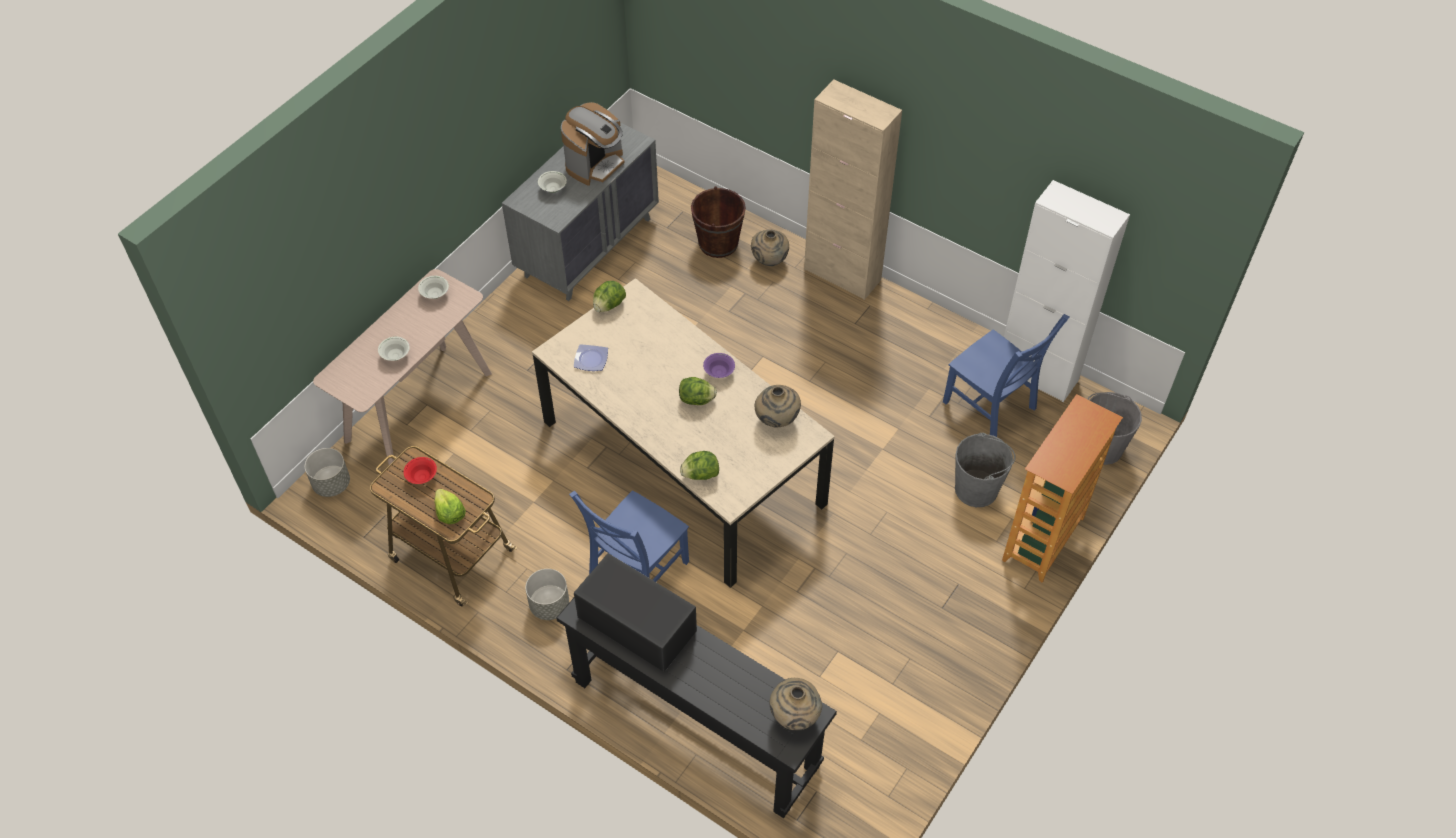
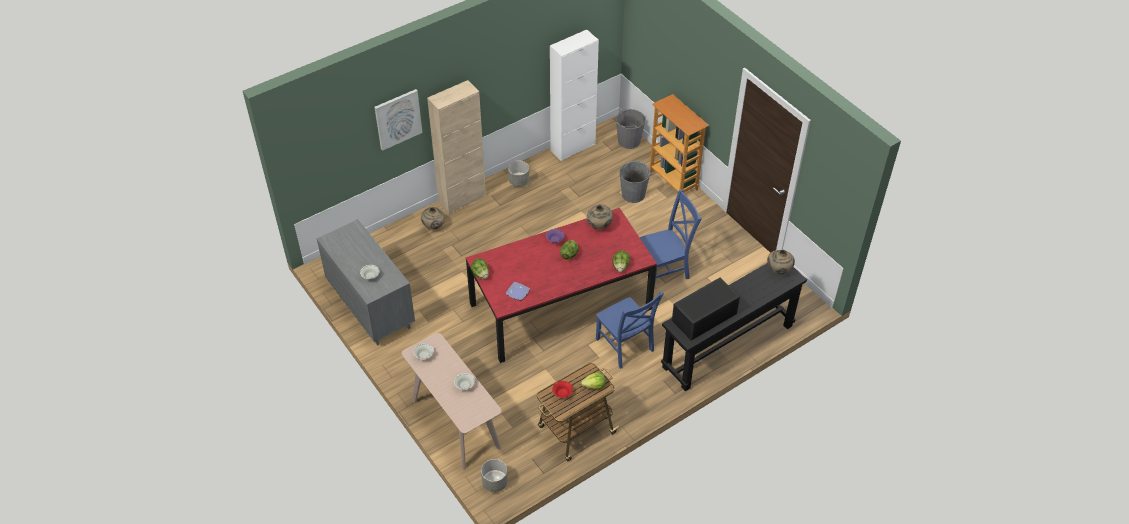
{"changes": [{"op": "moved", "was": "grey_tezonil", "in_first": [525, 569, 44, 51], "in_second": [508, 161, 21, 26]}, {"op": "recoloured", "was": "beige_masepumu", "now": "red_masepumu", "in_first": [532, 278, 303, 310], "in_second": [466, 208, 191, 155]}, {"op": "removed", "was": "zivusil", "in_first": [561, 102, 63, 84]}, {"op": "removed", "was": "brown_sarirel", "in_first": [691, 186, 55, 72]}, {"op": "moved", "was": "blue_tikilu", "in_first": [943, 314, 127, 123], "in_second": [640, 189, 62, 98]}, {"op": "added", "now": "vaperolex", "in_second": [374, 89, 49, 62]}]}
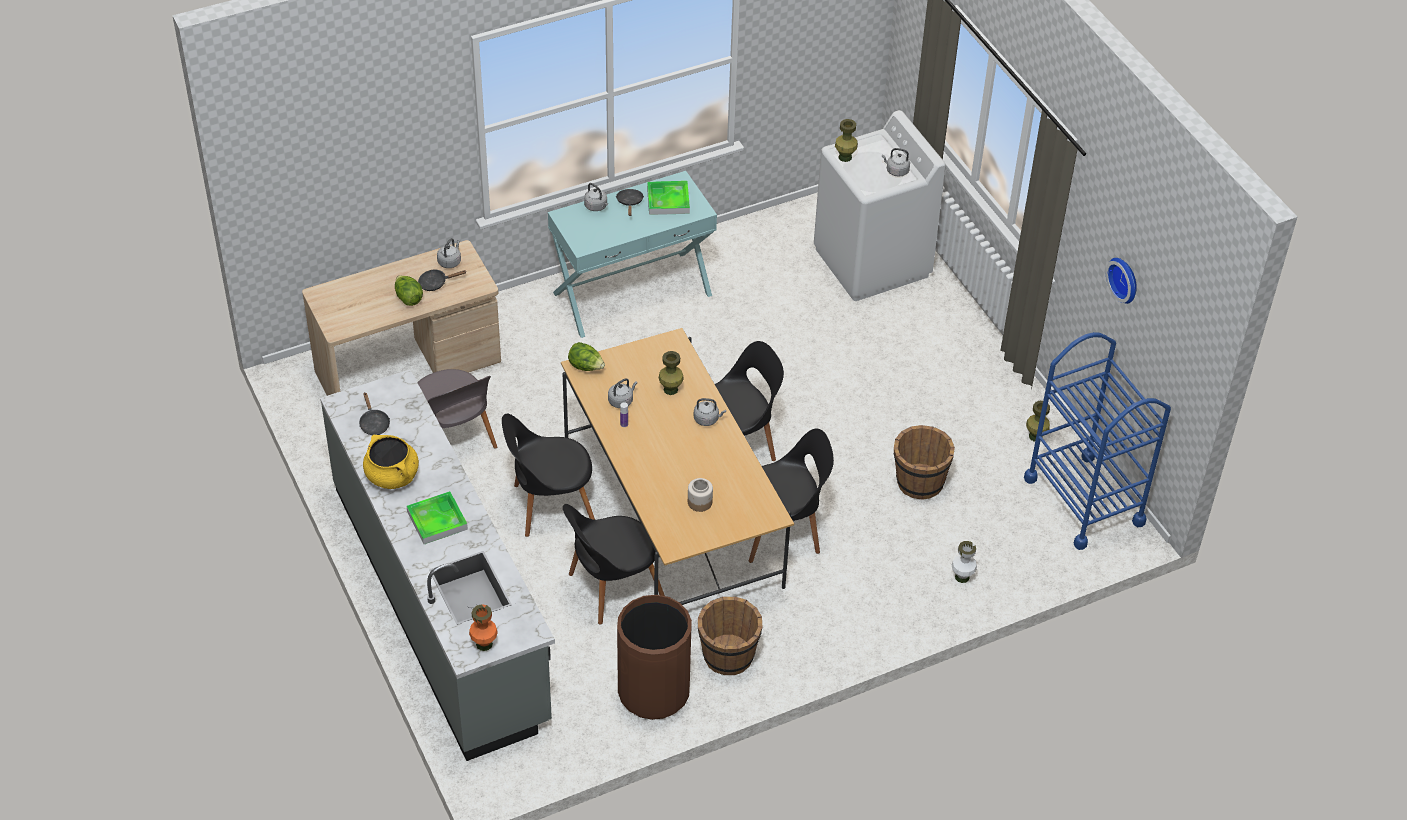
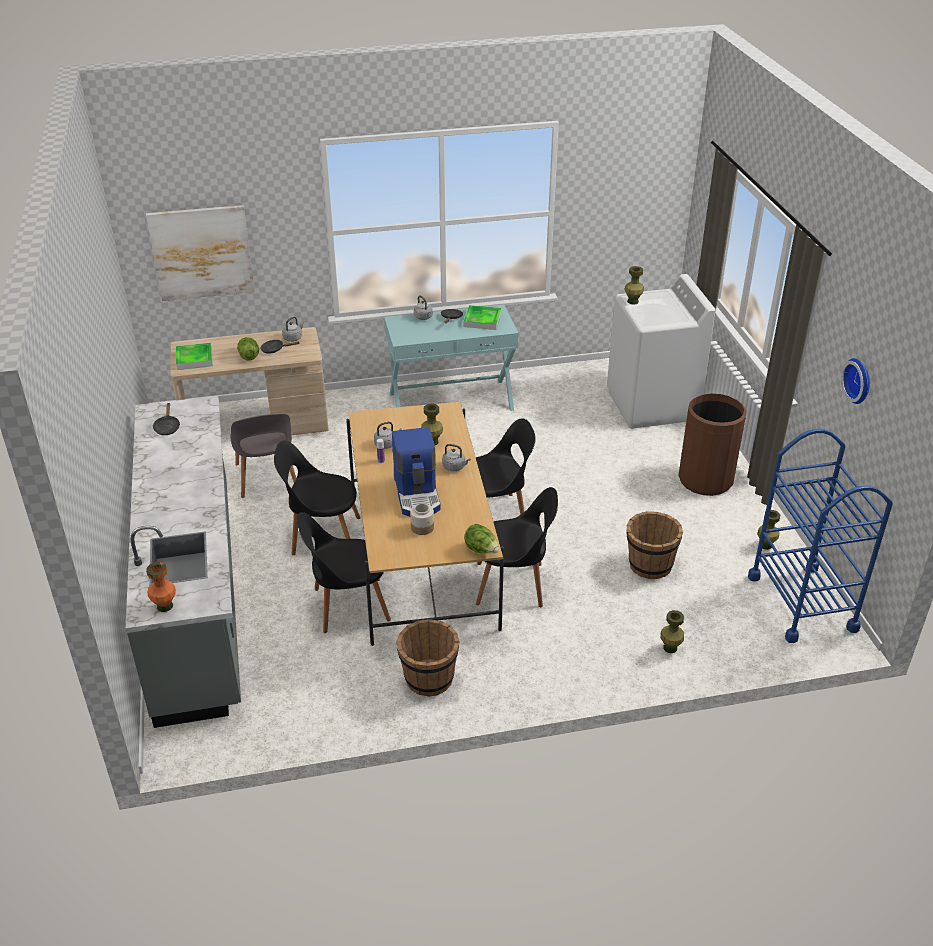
{"changes": [{"op": "removed", "was": "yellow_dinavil", "in_first": [363, 435, 56, 54]}, {"op": "moved", "was": "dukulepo", "in_first": [406, 491, 62, 53], "in_second": [176, 343, 37, 27]}, {"op": "moved", "was": "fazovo", "in_first": [568, 342, 37, 29], "in_second": [464, 524, 35, 30]}, {"op": "moved", "was": "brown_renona", "in_first": [617, 595, 75, 125], "in_second": [678, 394, 69, 102]}, {"op": "removed", "was": "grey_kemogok", "in_first": [882, 148, 28, 28]}, {"op": "recoloured", "was": "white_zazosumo", "now": "green_zazosumo", "in_first": [952, 541, 25, 42], "in_second": [660, 610, 24, 43]}, {"op": "added", "now": "vaperolex", "in_second": [146, 205, 109, 96]}, {"op": "added", "now": "zivusil", "in_second": [392, 427, 49, 90]}]}
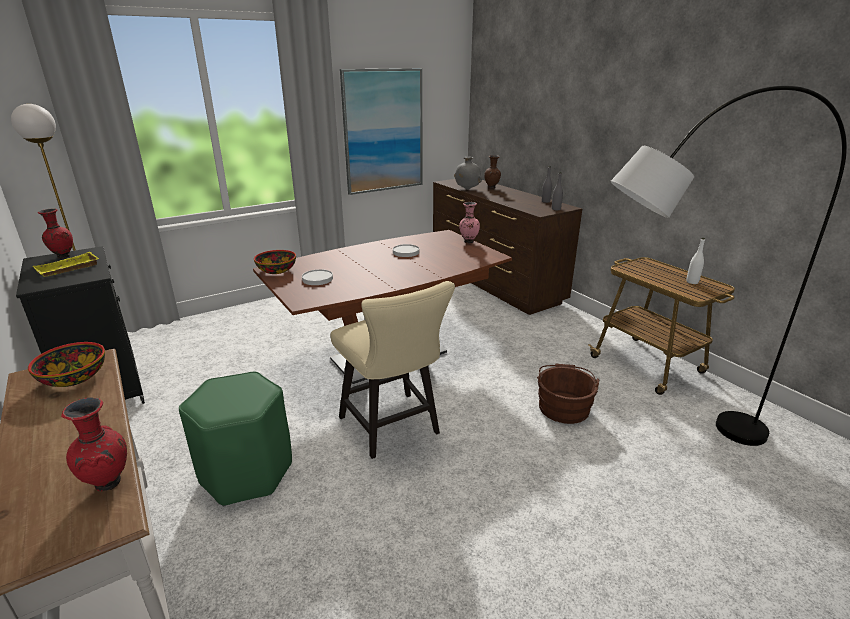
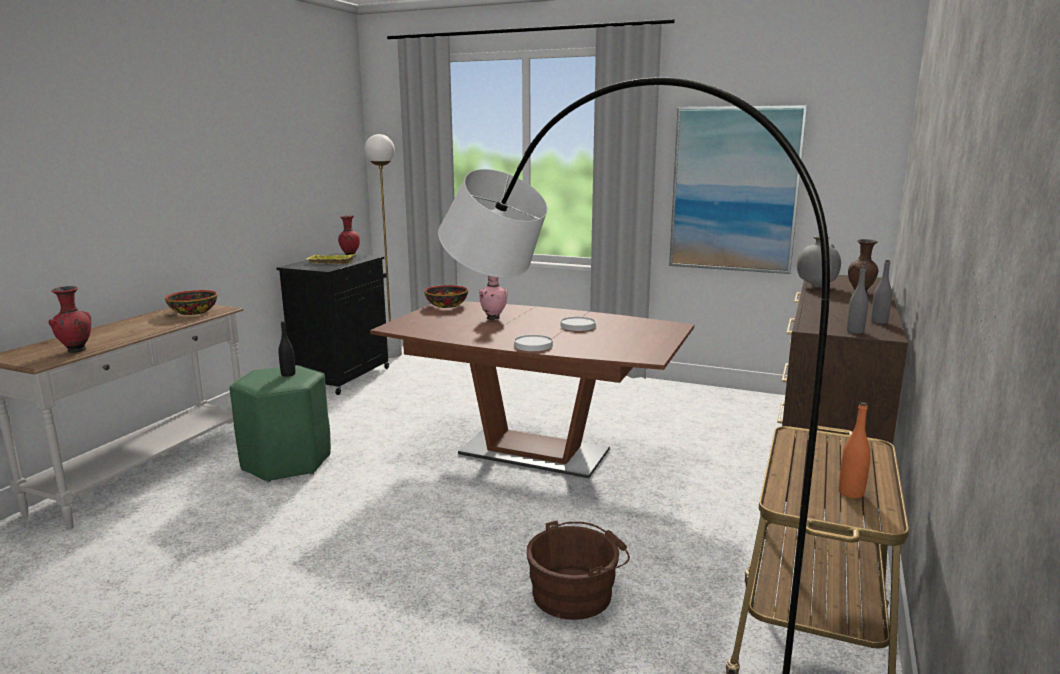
{"changes": [{"op": "moved", "was": "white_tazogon", "in_first": [302, 269, 31, 16], "in_second": [514, 335, 39, 16]}, {"op": "removed", "was": "beige_tikilu", "in_first": [331, 281, 124, 178]}, {"op": "moved", "was": "pink_zazosumo", "in_first": [459, 202, 21, 41], "in_second": [479, 276, 29, 44]}, {"op": "recoloured", "was": "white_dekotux", "now": "orange_dekotux", "in_first": [686, 238, 19, 46], "in_second": [839, 402, 32, 97]}, {"op": "added", "now": "black_dekotux", "in_second": [278, 321, 17, 56]}]}
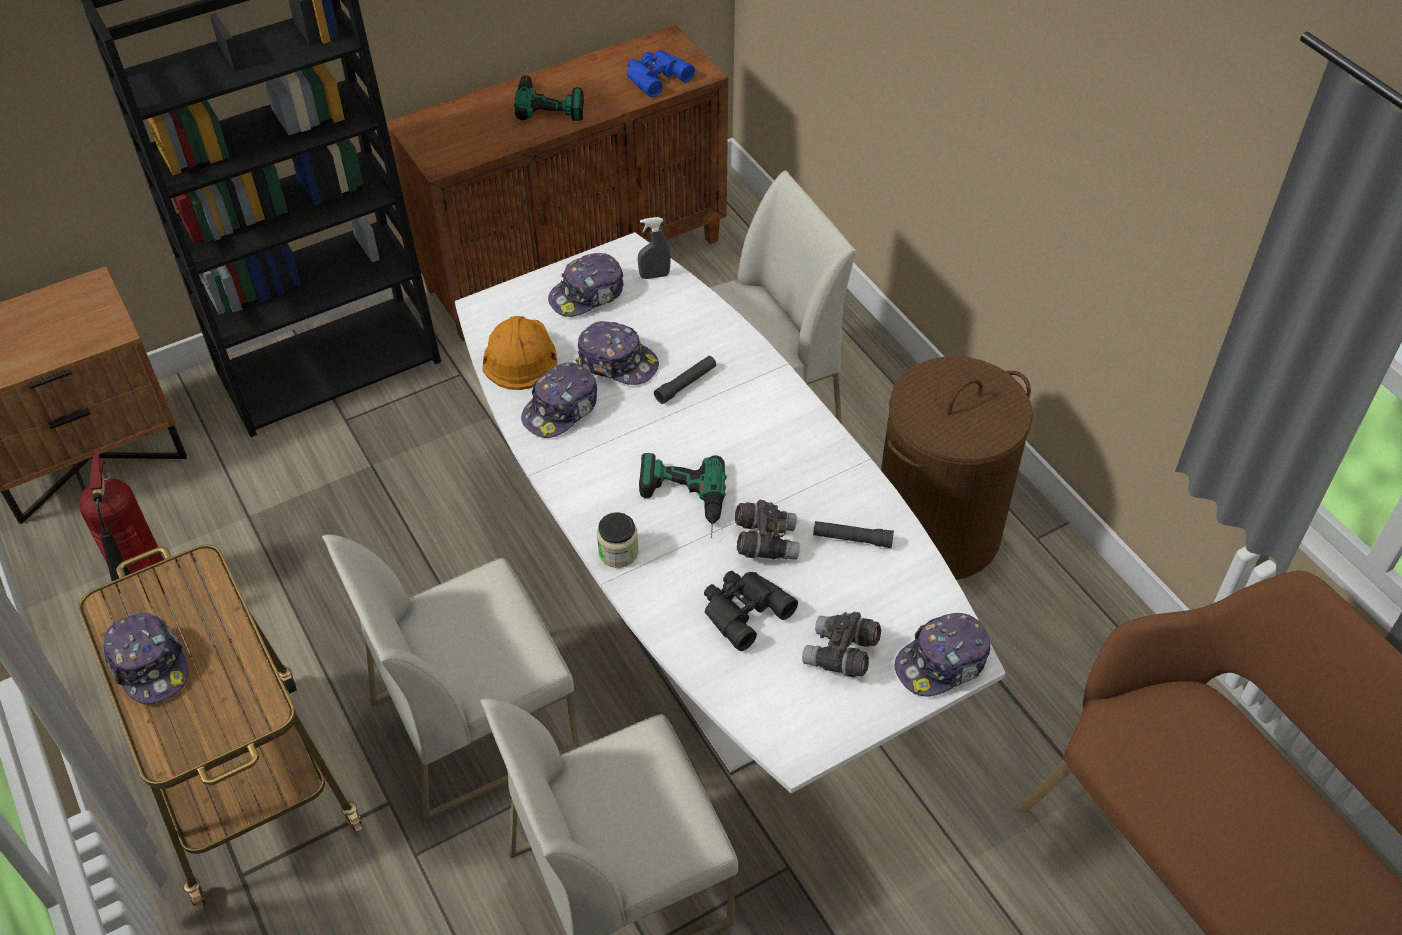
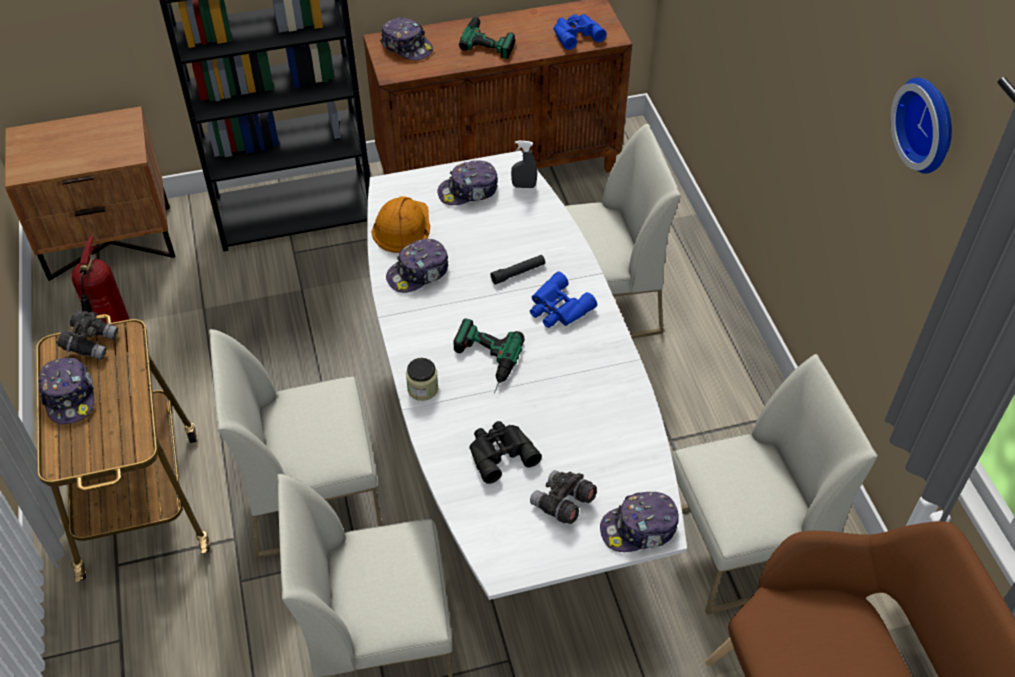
{"changes": [{"op": "moved", "was": "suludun", "in_first": [575, 321, 84, 64], "in_second": [380, 18, 53, 42]}, {"op": "moved", "was": "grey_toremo", "in_first": [735, 499, 65, 61], "in_second": [57, 311, 61, 49]}, {"op": "removed", "was": "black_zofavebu", "in_first": [813, 521, 81, 27]}, {"op": "removed", "was": "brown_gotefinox", "in_first": [881, 356, 152, 224]}, {"op": "added", "now": "blue_toremo", "in_second": [530, 271, 67, 57]}, {"op": "added", "now": "white_tikilu", "in_second": [672, 354, 206, 261]}, {"op": "added", "now": "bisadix", "in_second": [890, 78, 62, 96]}]}
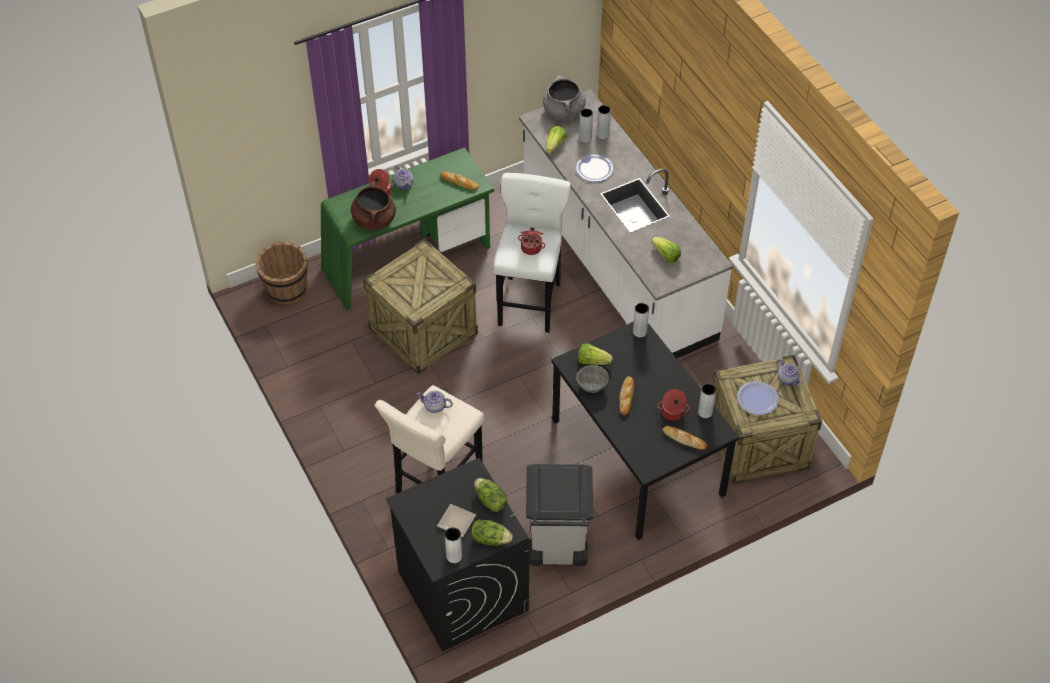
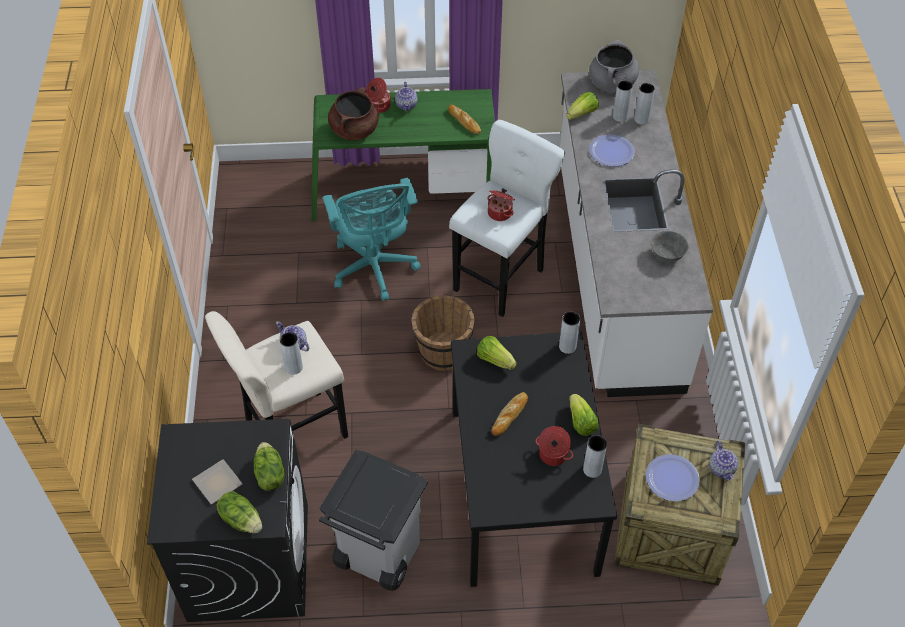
{"changes": [{"op": "moved", "was": "brown_sarirel", "in_first": [255, 242, 53, 63], "in_second": [411, 295, 64, 76]}, {"op": "replaced", "was": "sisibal", "now": "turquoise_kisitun", "in_first": [363, 239, 115, 136], "in_second": [323, 178, 98, 123]}, {"op": "moved", "was": "grey_zazosumo", "in_first": [445, 527, 17, 36], "in_second": [280, 332, 23, 43]}, {"op": "moved", "was": "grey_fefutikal", "in_first": [576, 365, 33, 28], "in_second": [651, 231, 38, 32]}, {"op": "moved", "was": "fazovo", "in_first": [651, 237, 30, 26], "in_second": [569, 394, 30, 42]}, {"op": "removed", "was": "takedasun", "in_first": [663, 426, 44, 24]}]}
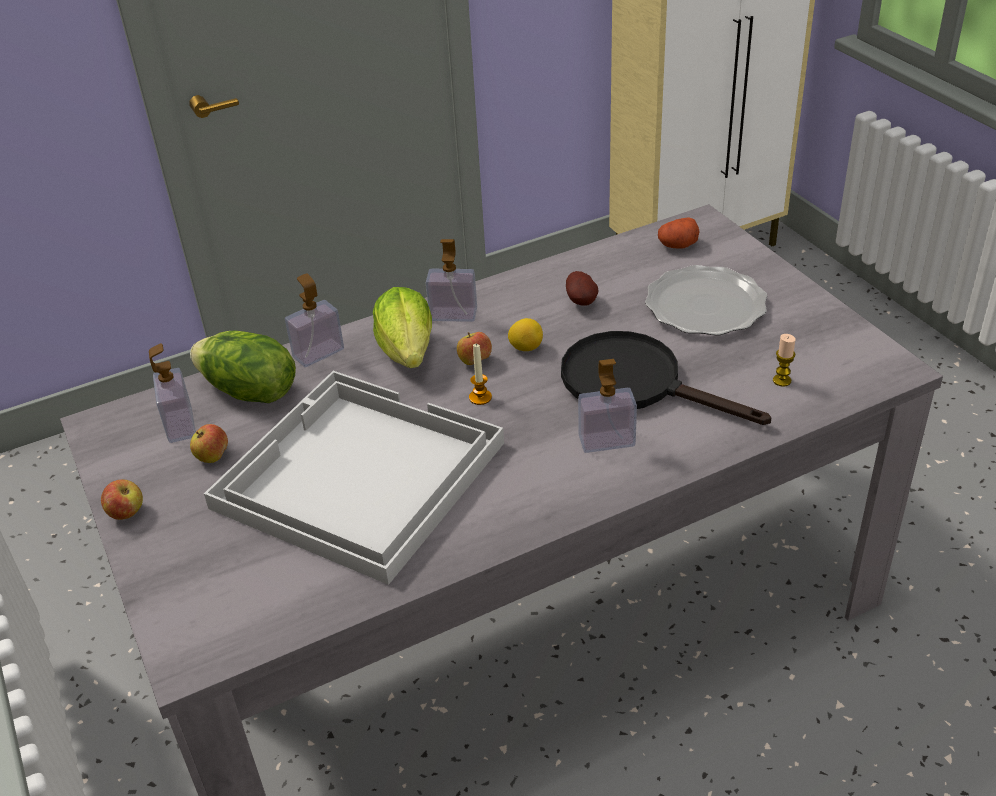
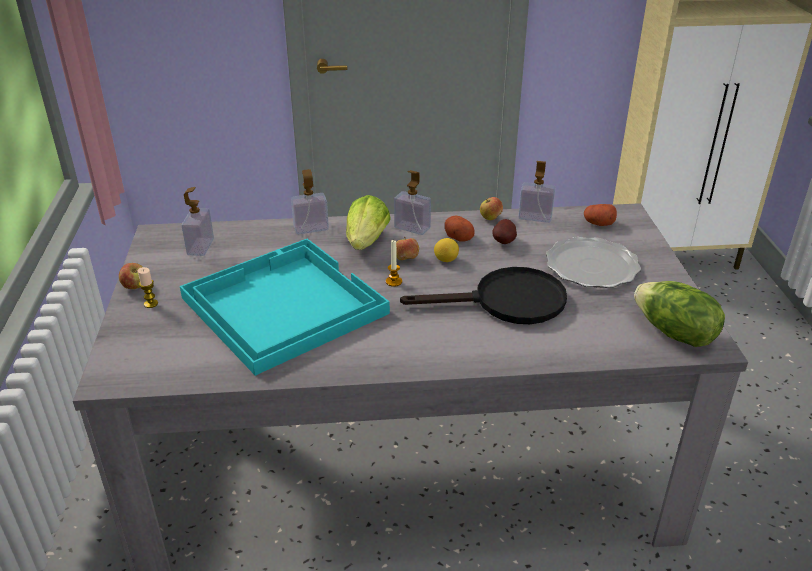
{"changes": [{"op": "moved", "was": "fazovo", "in_first": [190, 331, 106, 72], "in_second": [634, 281, 91, 66]}, {"op": "moved", "was": "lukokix", "in_first": [190, 424, 38, 39], "in_second": [480, 197, 23, 23]}, {"op": "recoloured", "was": "white_dukulepo", "now": "turquoise_dukulepo", "in_first": [204, 371, 300, 214], "in_second": [180, 239, 210, 137]}, {"op": "turned", "was": "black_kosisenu", "in_first": [561, 331, 210, 94], "in_second": [400, 267, 167, 57], "clockwise": 120}, {"op": "moved", "was": "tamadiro", "in_first": [578, 359, 59, 94], "in_second": [518, 161, 38, 62]}, {"op": "moved", "was": "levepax", "in_first": [773, 334, 23, 53], "in_second": [138, 267, 20, 41]}, {"op": "added", "now": "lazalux", "in_second": [445, 216, 30, 26]}]}
